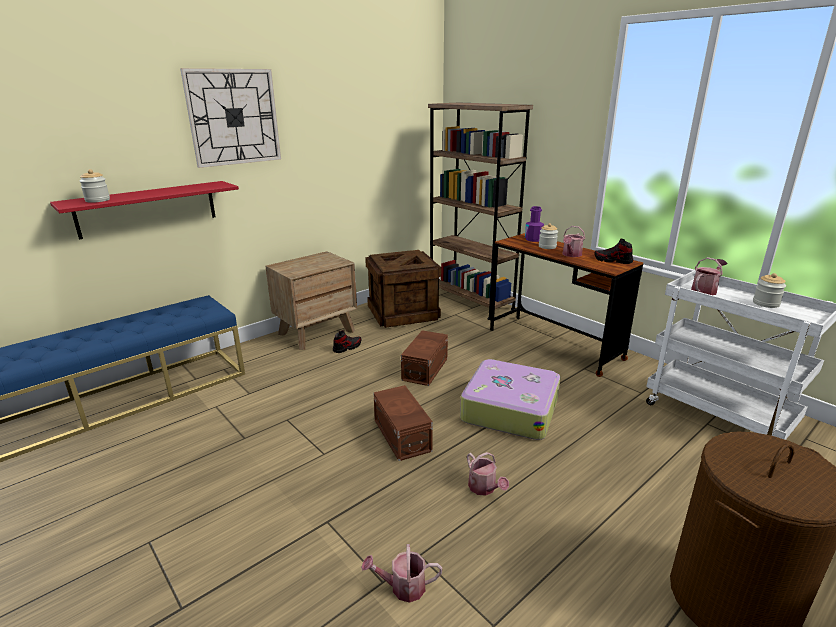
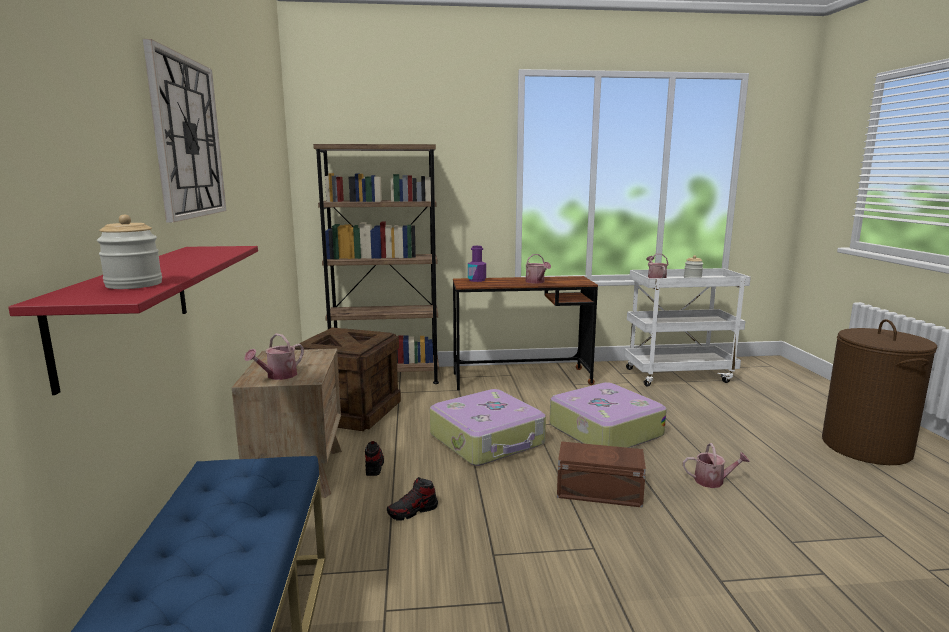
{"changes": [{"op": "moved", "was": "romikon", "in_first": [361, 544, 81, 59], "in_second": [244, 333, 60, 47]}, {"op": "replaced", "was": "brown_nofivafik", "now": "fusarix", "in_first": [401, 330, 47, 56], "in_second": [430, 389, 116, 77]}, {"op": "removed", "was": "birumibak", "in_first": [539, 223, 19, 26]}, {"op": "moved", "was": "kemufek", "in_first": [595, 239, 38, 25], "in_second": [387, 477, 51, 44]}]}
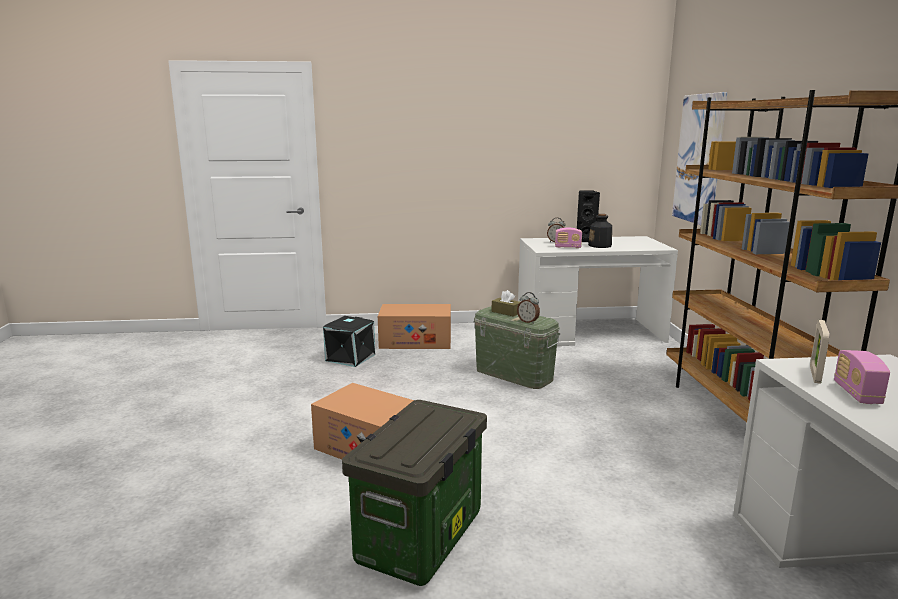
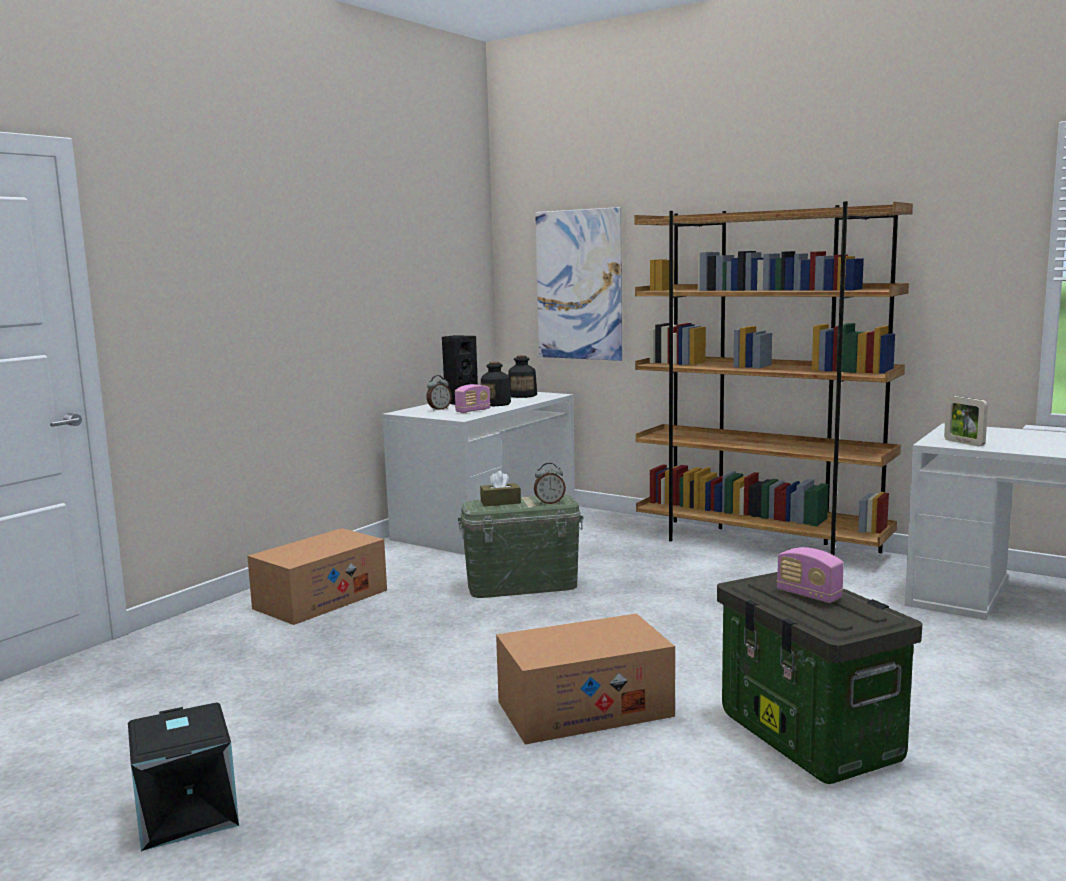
{"changes": [{"op": "moved", "was": "black_nofivafik", "in_first": [323, 316, 52, 51], "in_second": [128, 703, 111, 148]}, {"op": "moved", "was": "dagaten", "in_first": [834, 350, 56, 54], "in_second": [777, 547, 67, 56]}, {"op": "added", "now": "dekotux", "in_second": [508, 356, 29, 42]}]}
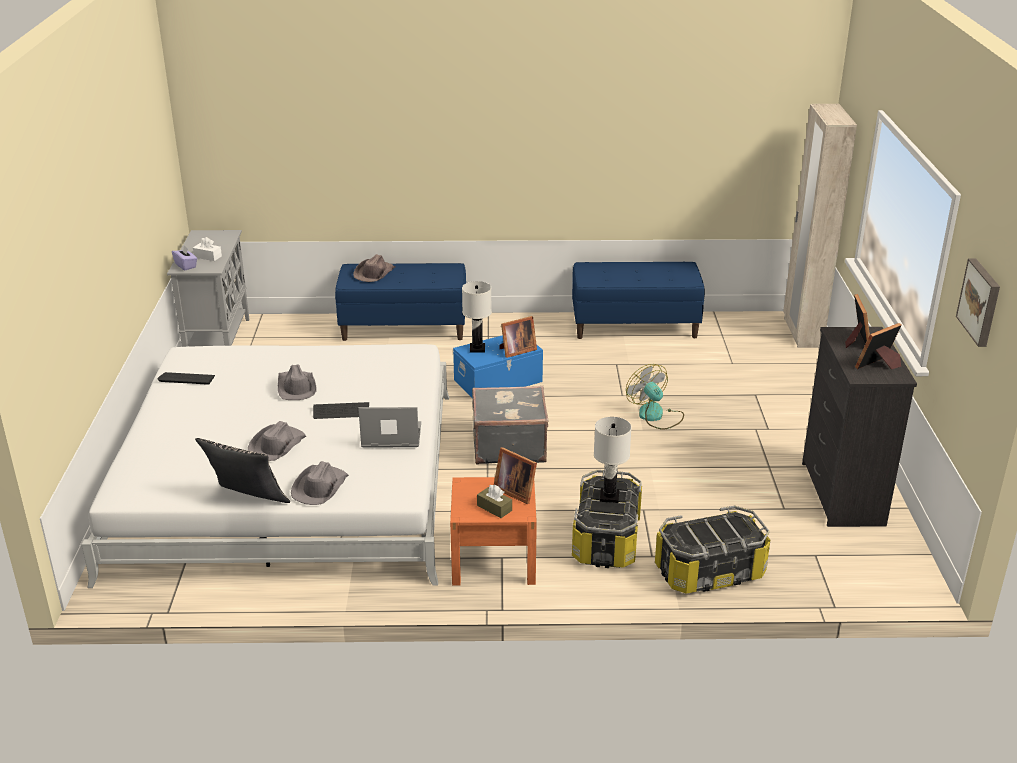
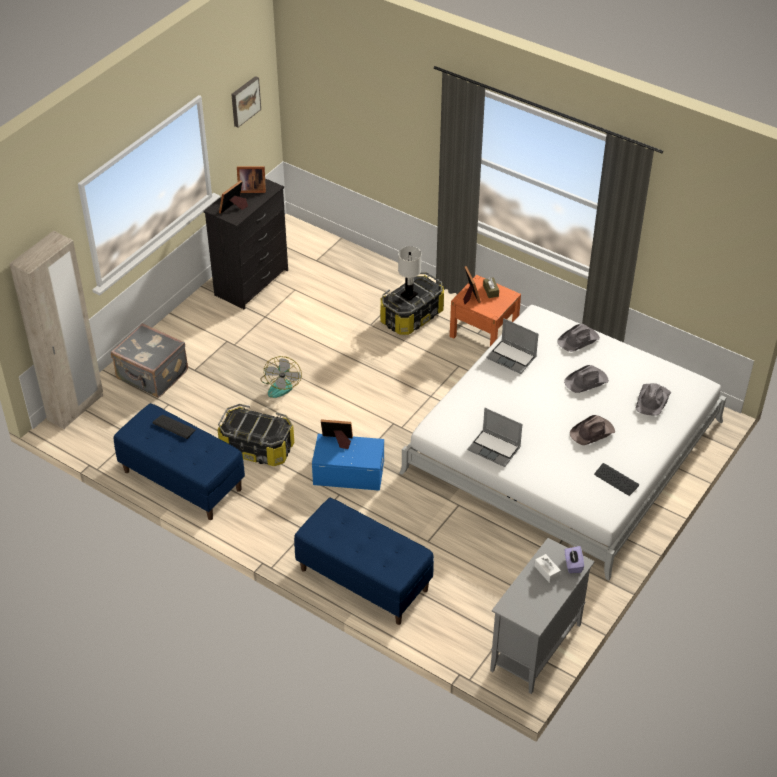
{"changes": [{"op": "removed", "was": "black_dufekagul", "in_first": [195, 438, 95, 65]}, {"op": "moved", "was": "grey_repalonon", "in_first": [278, 364, 38, 36], "in_second": [636, 383, 35, 33]}, {"op": "moved", "was": "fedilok", "in_first": [313, 402, 56, 17], "in_second": [152, 415, 44, 24]}, {"op": "moved", "was": "brown_repalonon", "in_first": [353, 254, 42, 28], "in_second": [570, 415, 45, 30]}, {"op": "removed", "was": "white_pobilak", "in_first": [462, 281, 30, 72]}, {"op": "moved", "was": "grey_fusarix", "in_first": [472, 386, 77, 79], "in_second": [111, 323, 77, 75]}, {"op": "moved", "was": "nofivafik", "in_first": [655, 506, 115, 88], "in_second": [218, 404, 76, 62]}, {"op": "added", "now": "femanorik", "in_second": [467, 408, 56, 59]}]}
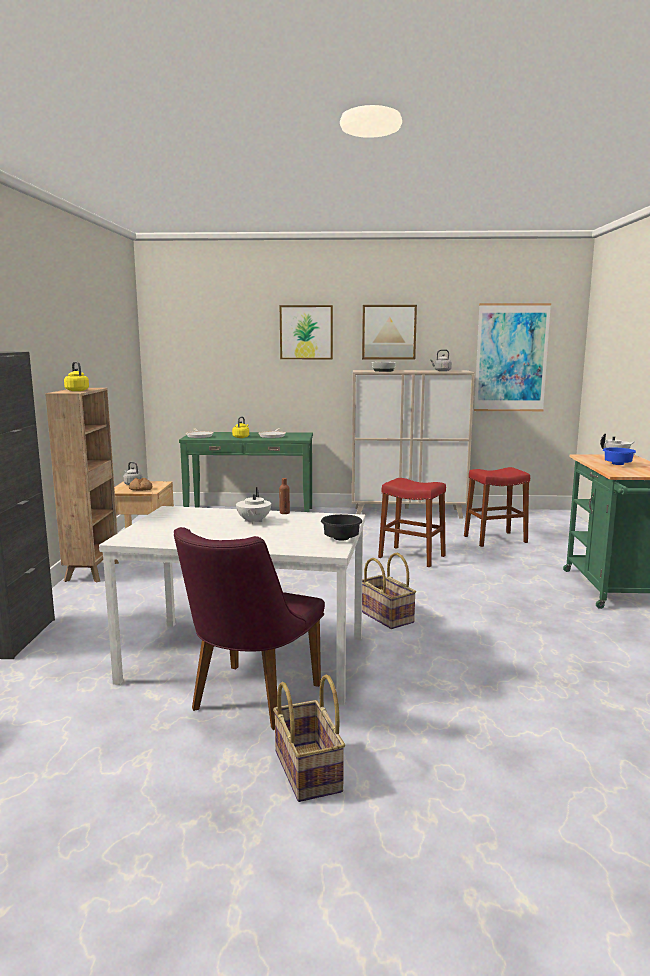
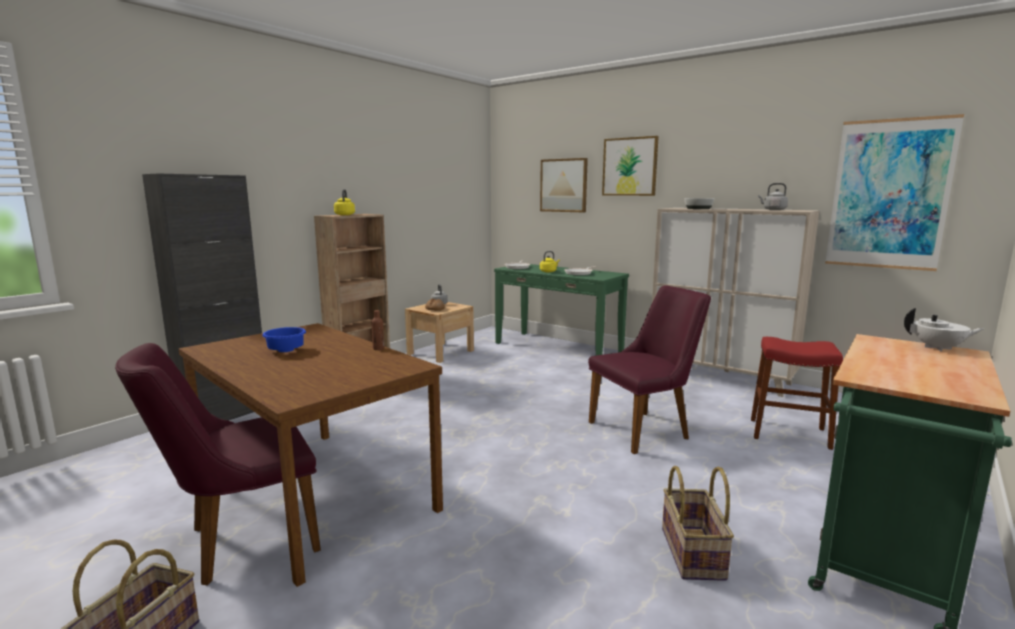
{"changes": [{"op": "recoloured", "was": "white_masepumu", "now": "brown_masepumu", "in_first": [99, 506, 266, 199], "in_second": [179, 323, 264, 264]}, {"op": "removed", "was": "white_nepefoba", "in_first": [236, 487, 35, 37]}, {"op": "removed", "was": "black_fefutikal", "in_first": [321, 514, 41, 26]}, {"op": "moved", "was": "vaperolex", "in_first": [362, 305, 55, 54], "in_second": [540, 158, 48, 54]}, {"op": "moved", "was": "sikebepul", "in_first": [362, 553, 54, 76], "in_second": [662, 466, 72, 115]}, {"op": "replaced", "was": "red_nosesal", "now": "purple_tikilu", "in_first": [378, 478, 68, 89], "in_second": [588, 285, 123, 169]}, {"op": "moved", "was": "blue_fefutikal", "in_first": [603, 448, 33, 17], "in_second": [262, 327, 44, 25]}]}
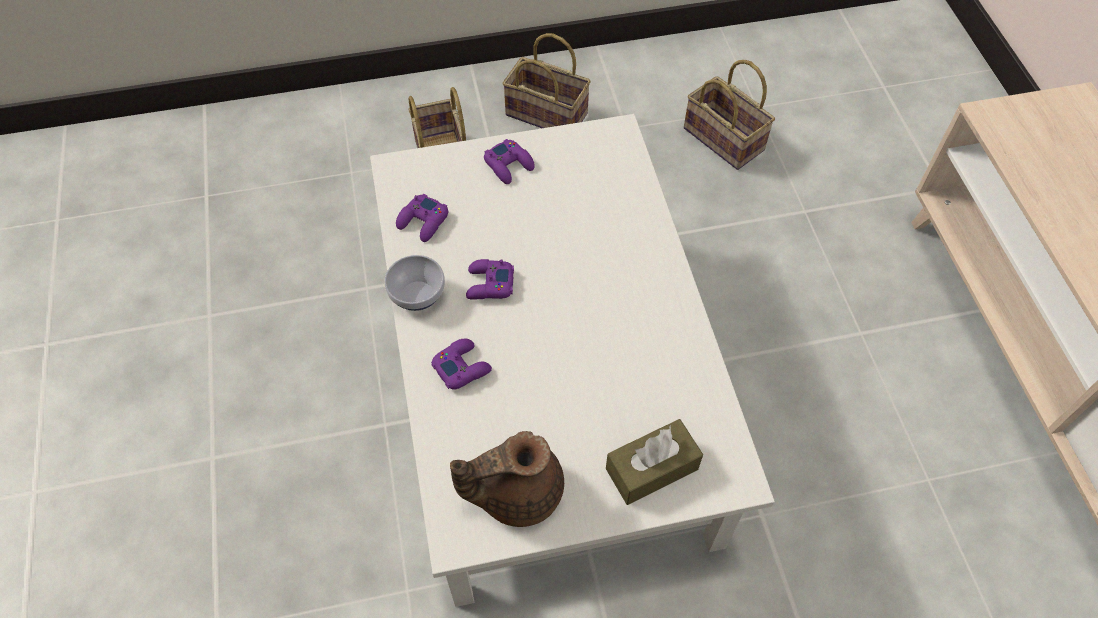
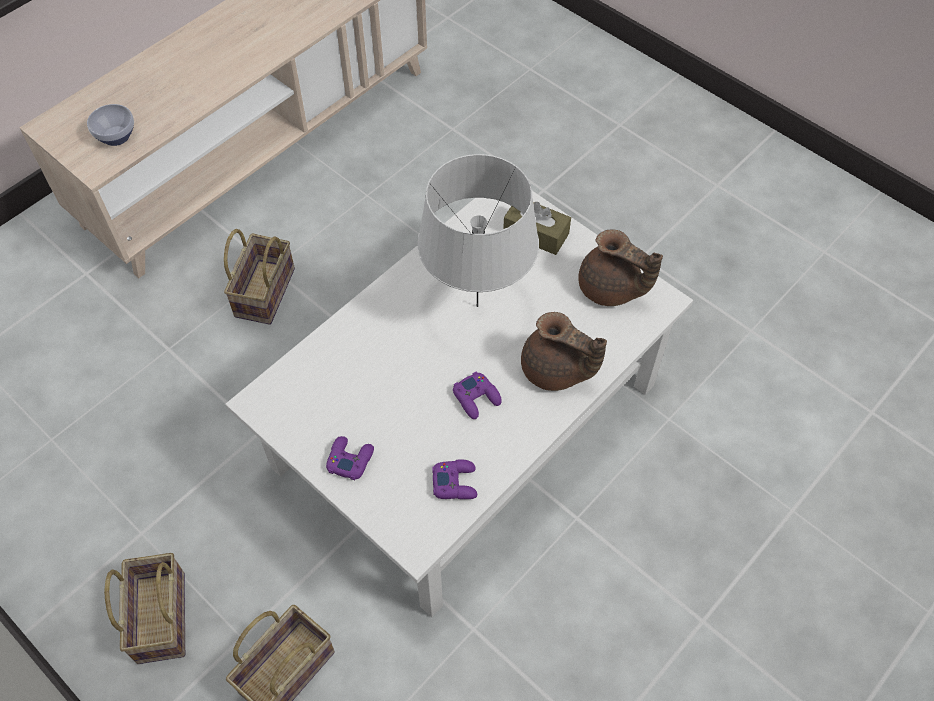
{"changes": [{"op": "moved", "was": "fefutikal", "in_first": [384, 255, 61, 56], "in_second": [87, 104, 47, 42]}, {"op": "replaced", "was": "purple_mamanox", "now": "brown_nepefoba", "in_first": [431, 338, 61, 52], "in_second": [521, 312, 86, 79]}, {"op": "moved", "was": "sikebepul", "in_first": [684, 60, 91, 110], "in_second": [224, 229, 71, 96]}, {"op": "added", "now": "grey_pobilak", "in_second": [417, 154, 122, 153]}]}
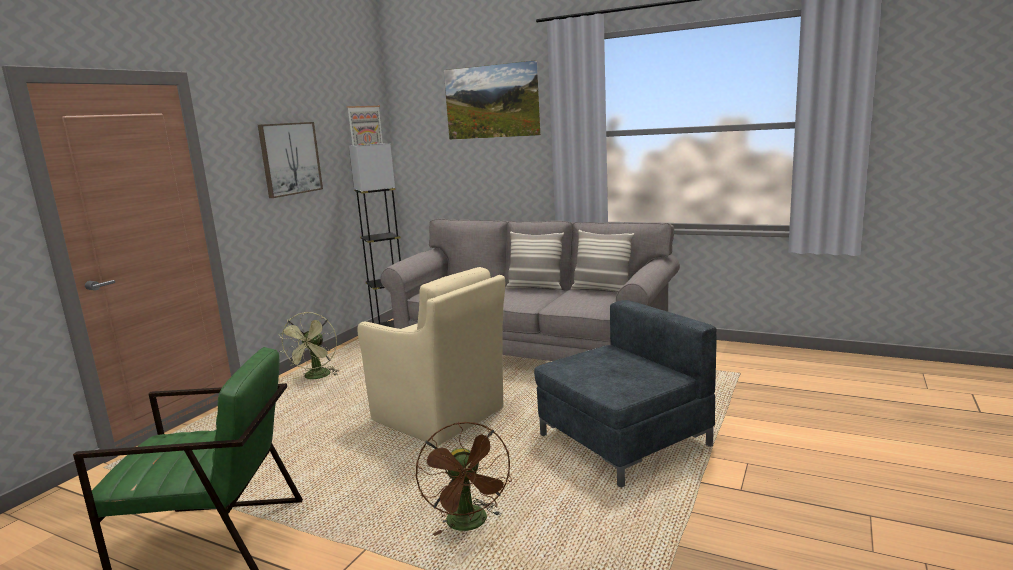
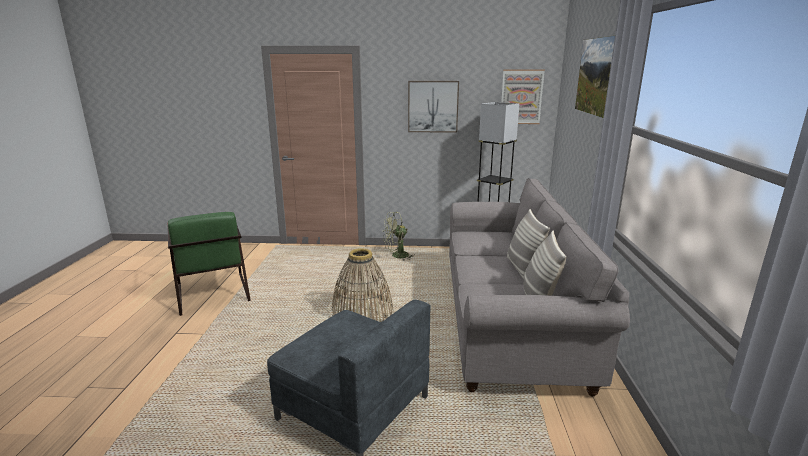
{"changes": [{"op": "replaced", "was": "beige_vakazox", "now": "sikebepul", "in_first": [357, 267, 148, 179], "in_second": [332, 248, 61, 74]}, {"op": "removed", "was": "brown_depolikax", "in_first": [416, 422, 96, 114]}]}
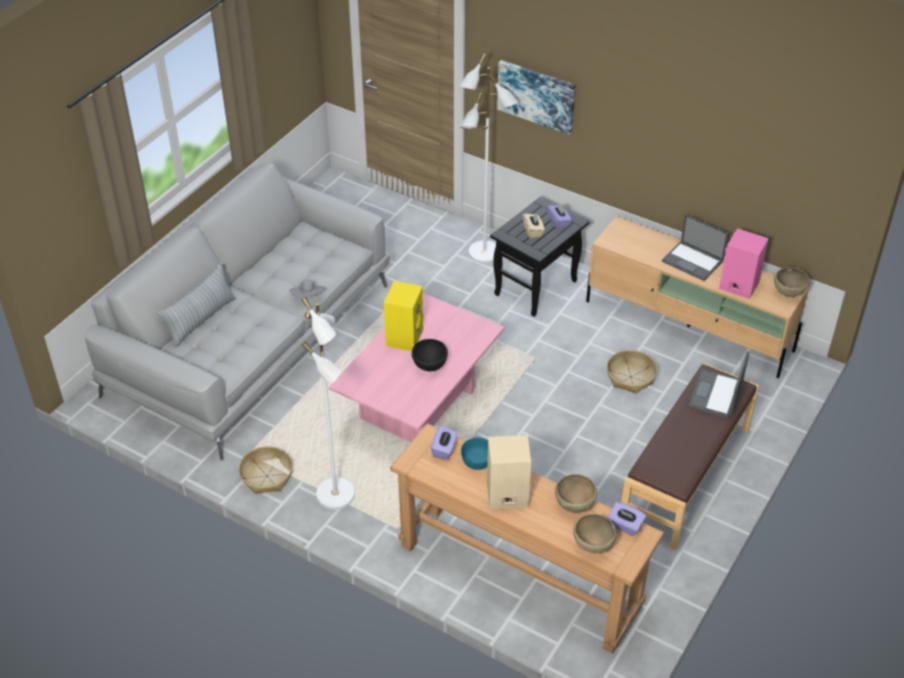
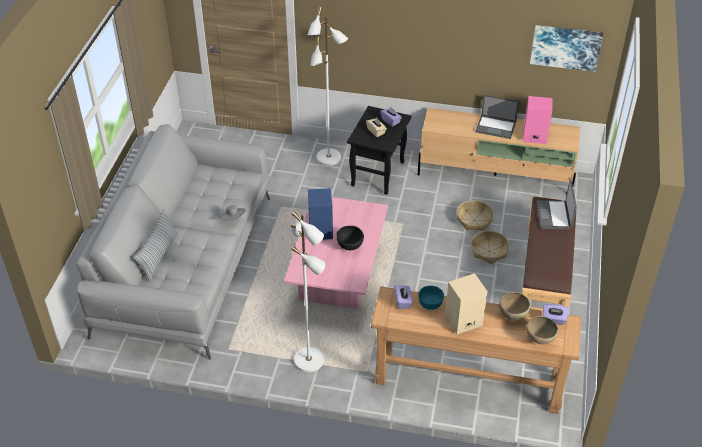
{"changes": [{"op": "moved", "was": "sikebepul", "in_first": [238, 446, 55, 48], "in_second": [471, 231, 38, 33]}, {"op": "recoloured", "was": "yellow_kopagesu", "now": "blue_kopagesu", "in_first": [384, 281, 40, 70], "in_second": [308, 188, 25, 52]}, {"op": "moved", "was": "vaperolex", "in_first": [497, 60, 79, 75], "in_second": [530, 25, 73, 47]}, {"op": "removed", "was": "brown_fefutikal", "in_first": [774, 267, 36, 30]}]}
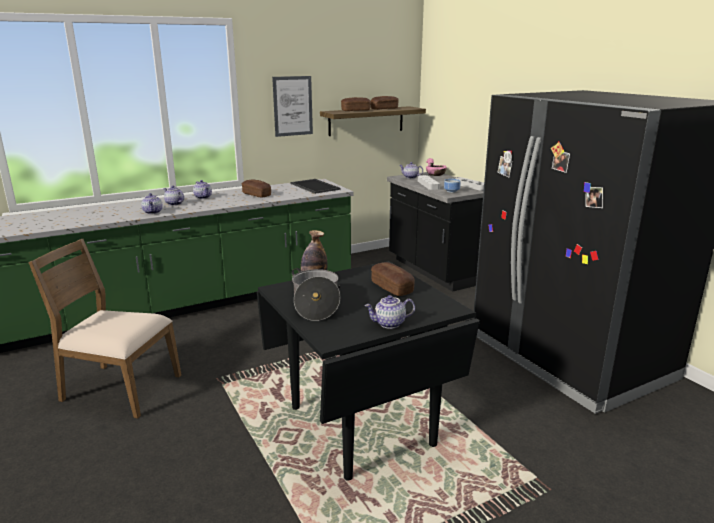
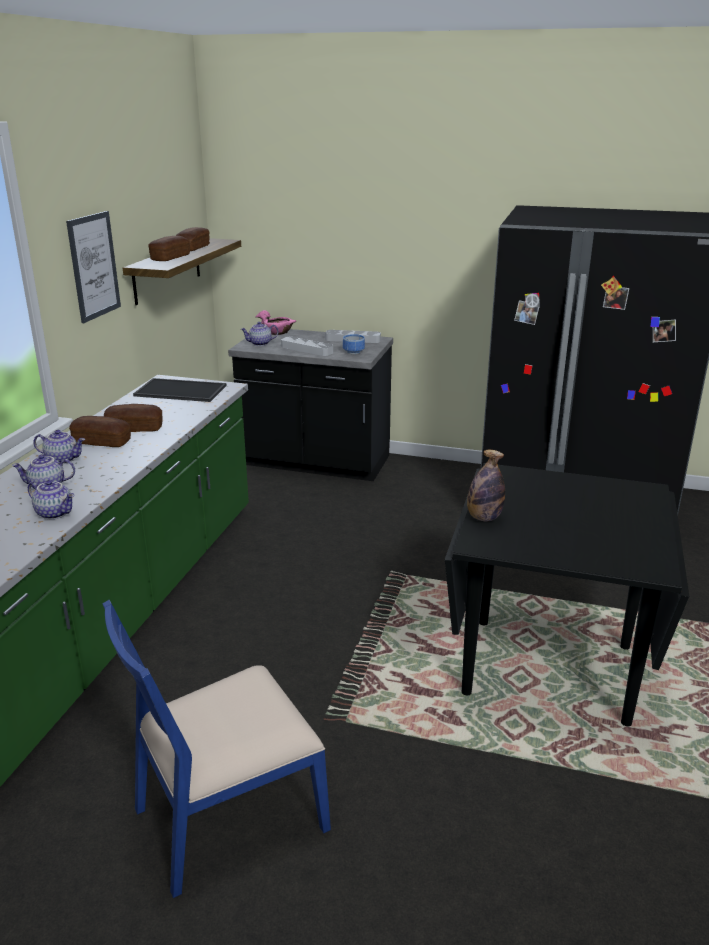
{"changes": [{"op": "recoloured", "was": "brown_tikilu", "now": "blue_tikilu", "in_first": [28, 239, 154, 180], "in_second": [102, 600, 229, 298]}, {"op": "removed", "was": "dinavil", "in_first": [292, 268, 48, 53]}, {"op": "removed", "was": "nepefoba", "in_first": [364, 295, 51, 34]}, {"op": "moved", "was": "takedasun", "in_first": [371, 262, 44, 34], "in_second": [69, 416, 62, 31]}]}
